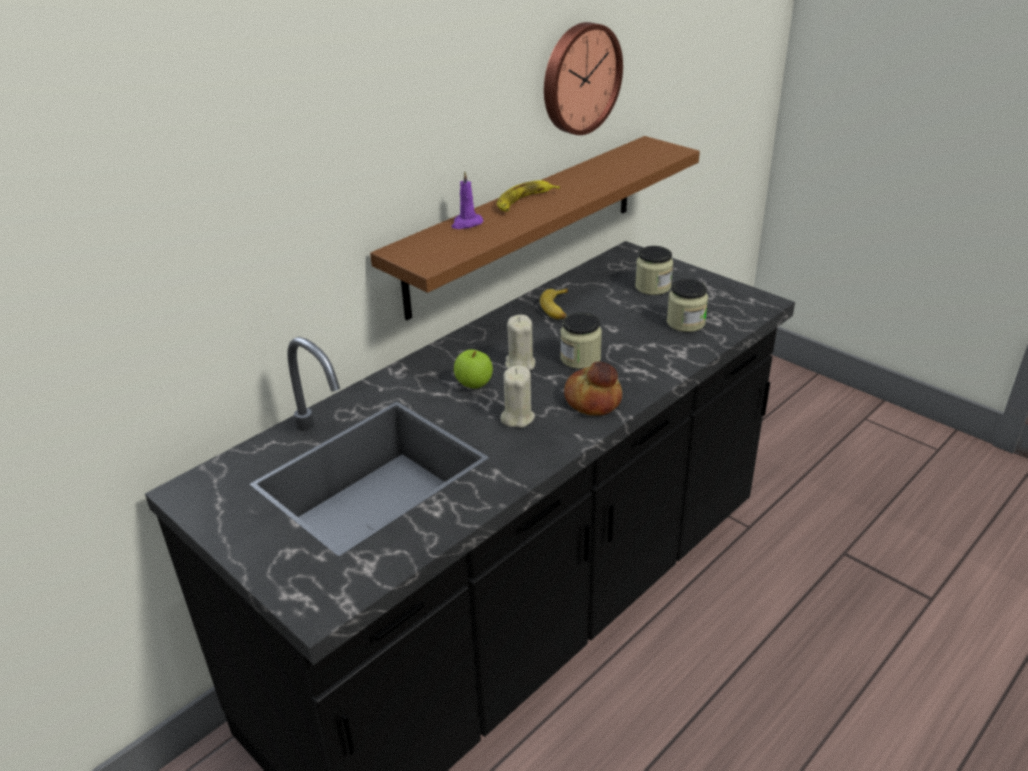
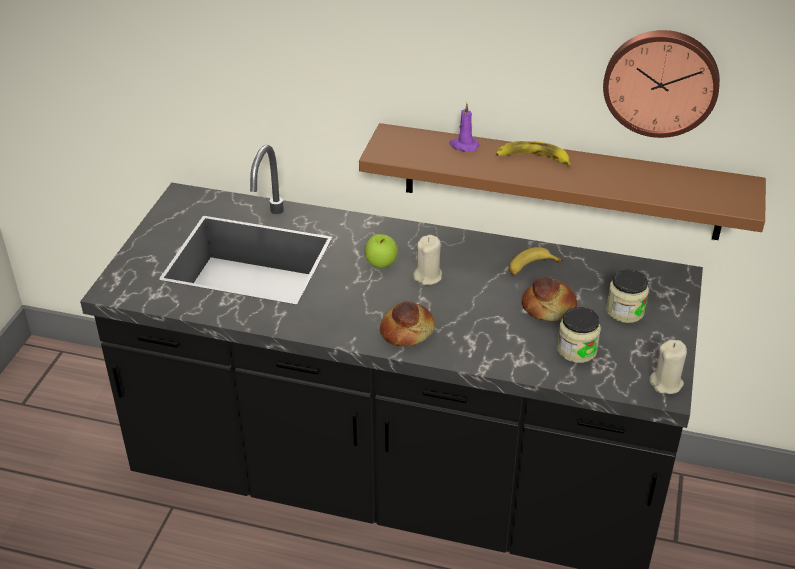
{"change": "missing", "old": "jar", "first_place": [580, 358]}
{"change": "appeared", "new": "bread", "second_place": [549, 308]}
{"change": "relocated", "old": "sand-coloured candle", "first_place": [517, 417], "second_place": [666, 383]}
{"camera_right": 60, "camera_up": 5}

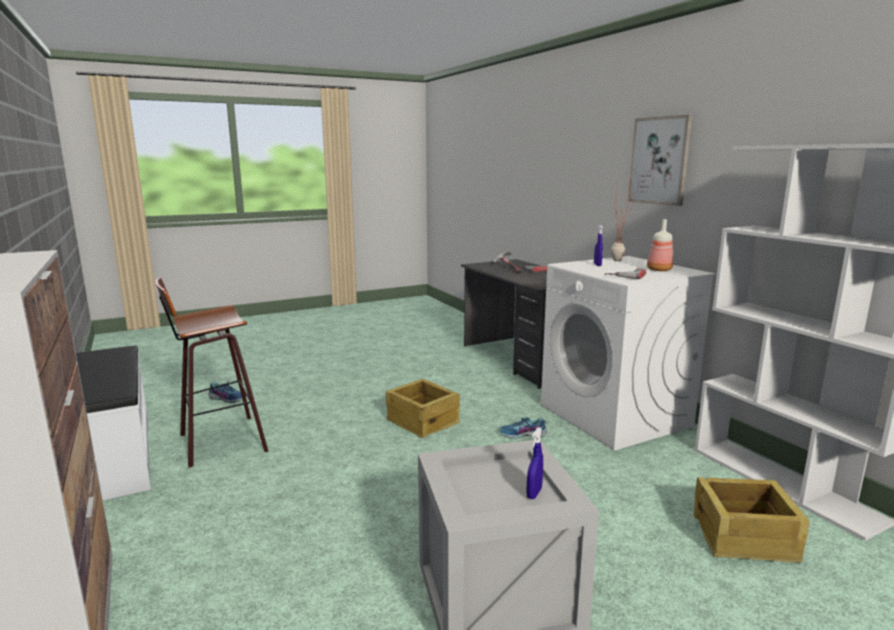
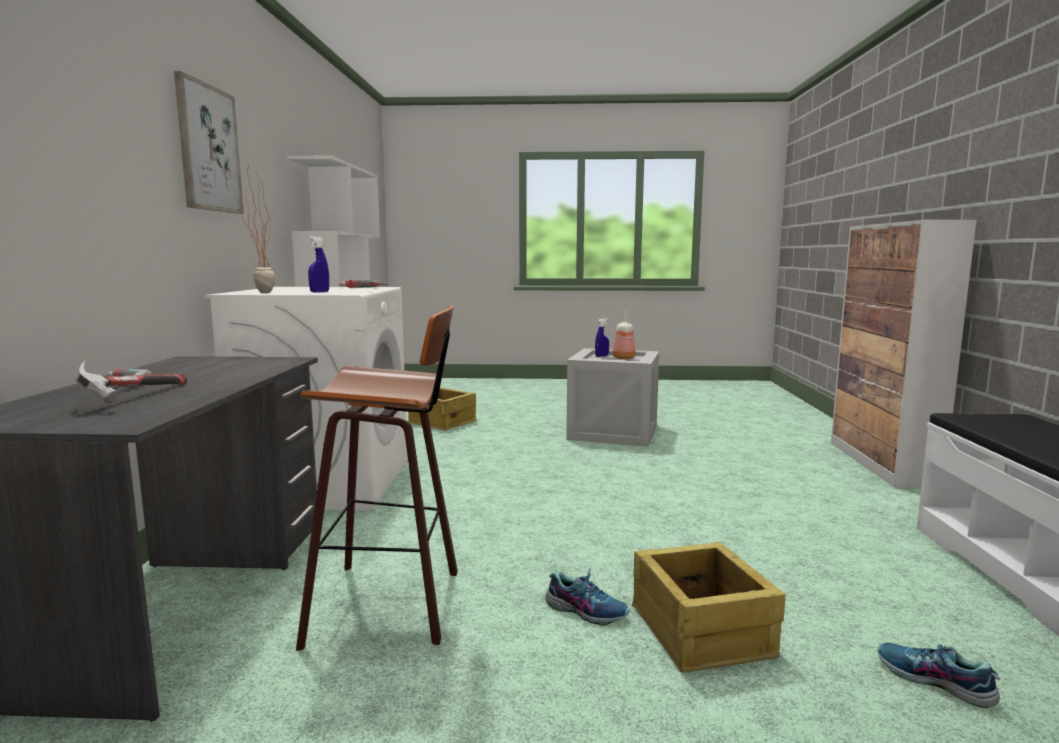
{"change": "relocated", "old": "stool", "first_place": [219, 442], "second_place": [392, 603]}
{"change": "relocated", "old": "crate", "first_place": [423, 421], "second_place": [700, 632]}
{"change": "relocated", "old": "shoe", "first_place": [522, 434], "second_place": [586, 610]}
{"change": "relocated", "old": "drink bottle", "first_place": [658, 270], "second_place": [624, 358]}
{"camera_right": -150, "camera_up": -5}

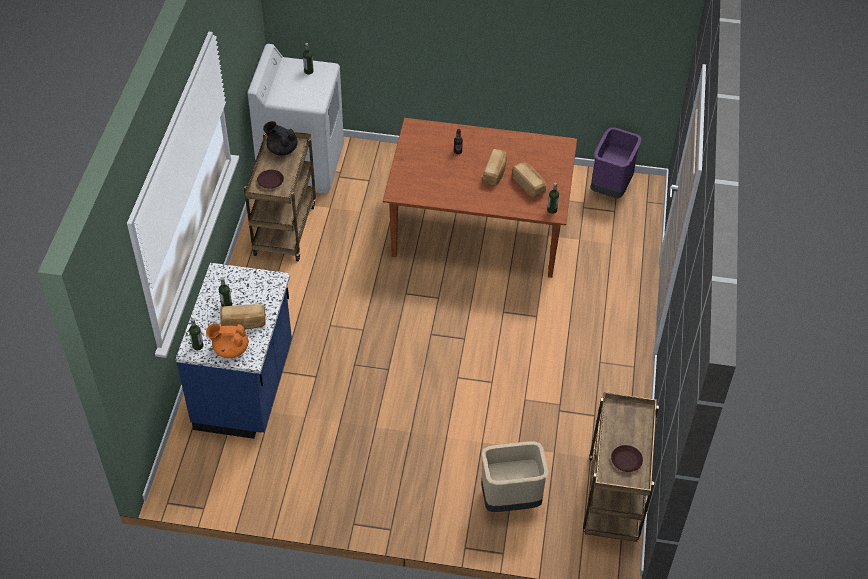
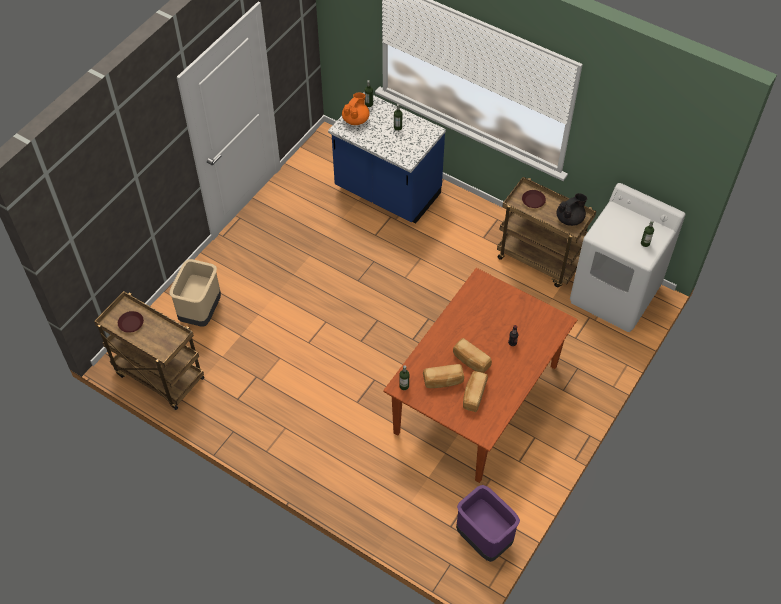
{"change": "relocated", "old": "bread", "first_place": [243, 323], "second_place": [473, 395]}
{"camera_right": 115, "camera_up": 5}

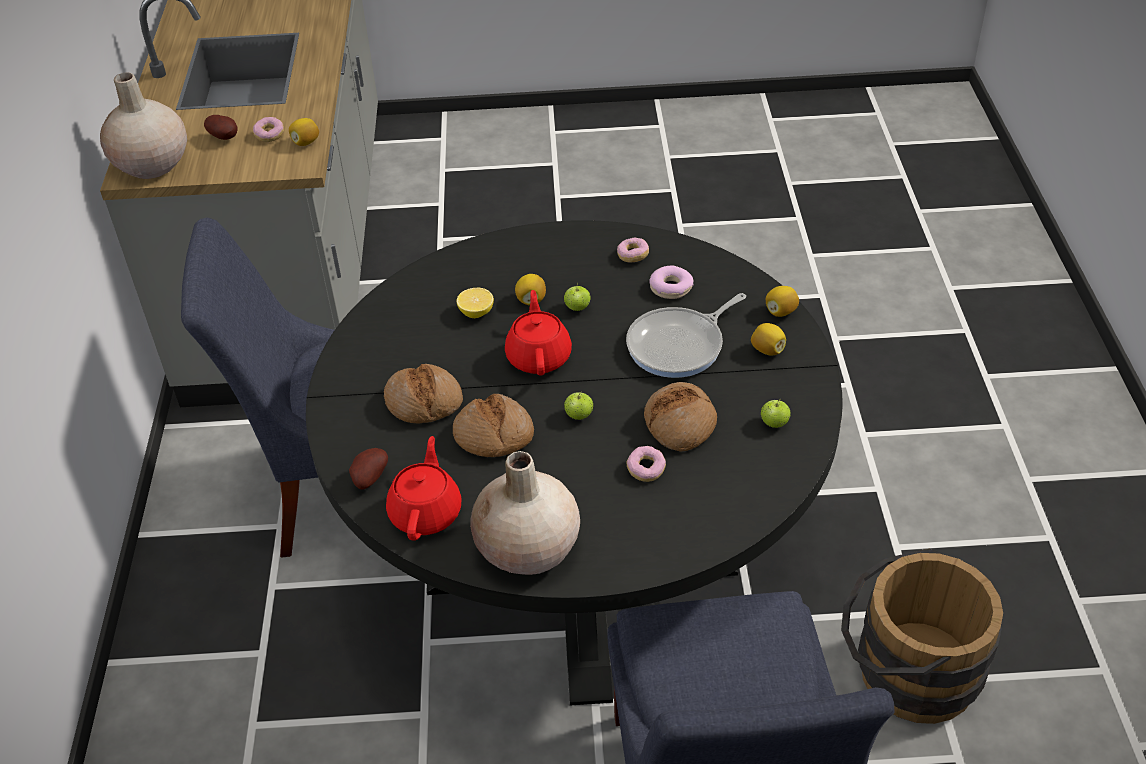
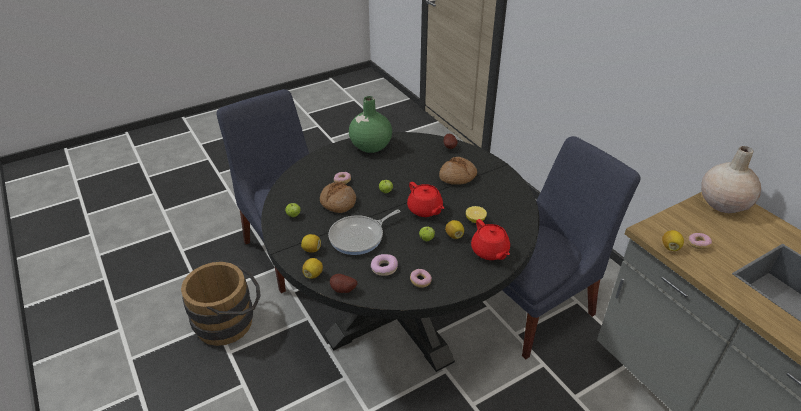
{"change": "missing", "old": "bread", "first_place": [494, 436]}
{"change": "relocated", "old": "potato", "first_place": [225, 137], "second_place": [343, 290]}
{"change": "relocated", "old": "reddish tea pot", "first_place": [426, 512], "second_place": [490, 251]}
{"change": "colour", "old": "sand-coloured vase", "new": "green vase", "first_place": [528, 549], "second_place": [370, 145]}
{"change": "spun", "old": "pan", "first_place": [679, 346], "second_place": [359, 237], "degrees": -150}
{"camera_right": 150, "camera_up": -5}

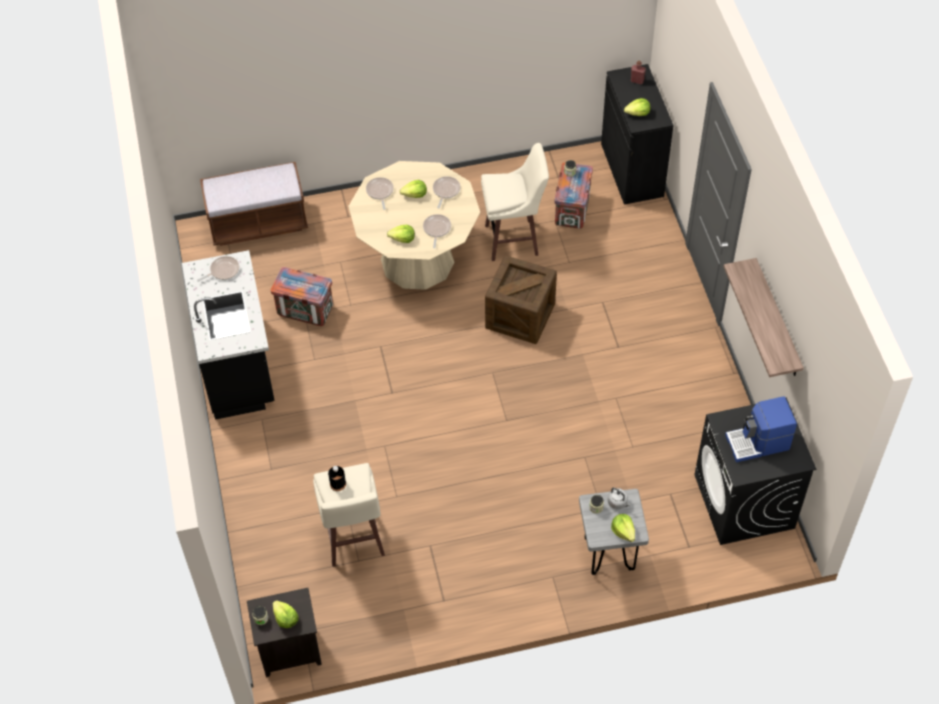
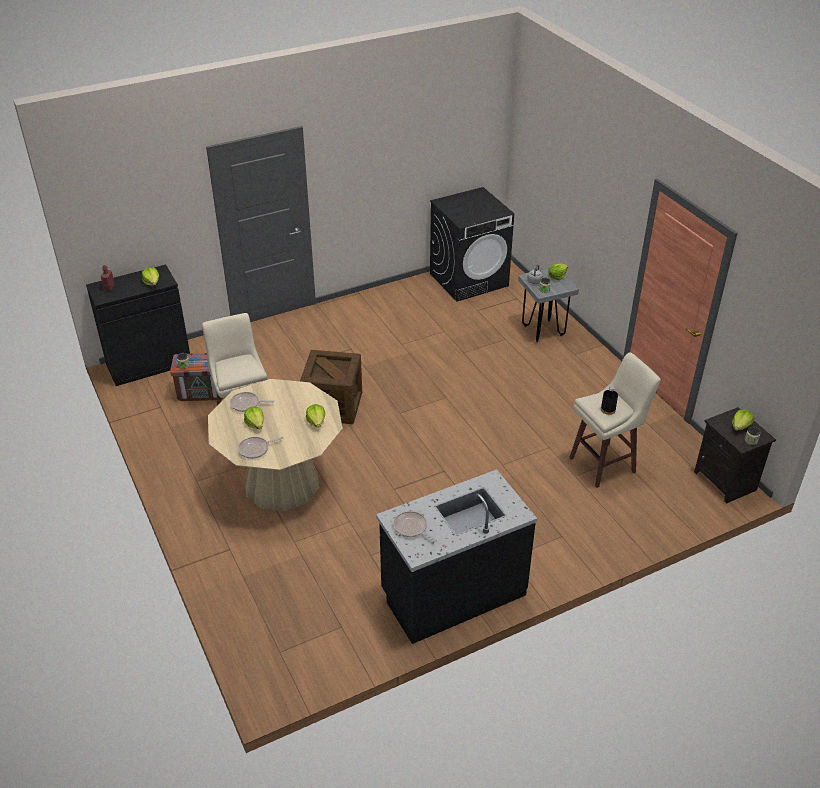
{"change": "missing", "old": "brown long seat", "first_place": [258, 223]}
{"change": "missing", "old": "crate", "first_place": [304, 310]}
{"change": "missing", "old": "pan", "first_place": [436, 229]}
{"change": "missing", "old": "shelf", "first_place": [777, 320]}
{"change": "missing", "old": "coffee brewer", "first_place": [758, 443]}
{"camera_right": -105, "camera_up": -15}

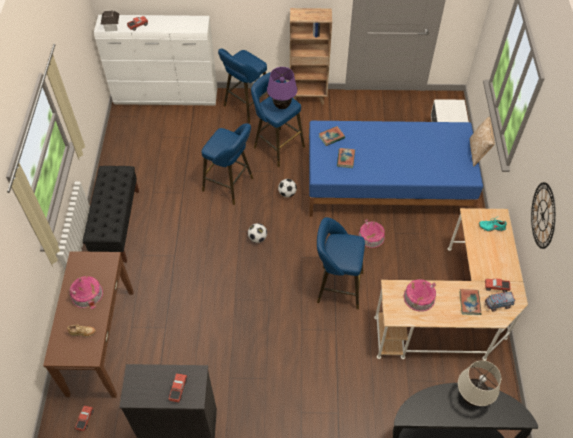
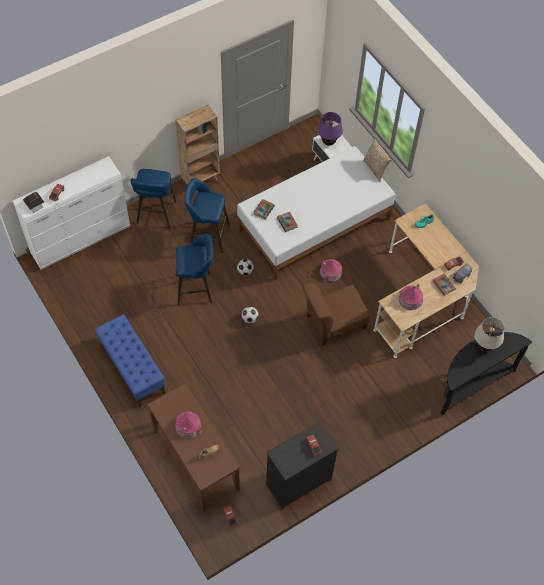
{"change": "missing", "old": "wall clock", "first_place": [543, 215]}
{"change": "relocated", "old": "purple-coloured lamp for a table", "first_place": [282, 106], "second_place": [328, 142]}
{"change": "exchanged", "old": "blue stool", "new": "brown plain chair", "first_place": [336, 287], "second_place": [333, 323]}
{"change": "colour", "old": "blackish long seat", "new": "blue long seat", "first_place": [117, 225], "second_place": [132, 369]}
{"change": "colour", "old": "blue sleeping bed", "new": "whitish sleeping bed", "first_place": [388, 185], "second_place": [315, 225]}
{"camera_right": -35, "camera_up": 5}

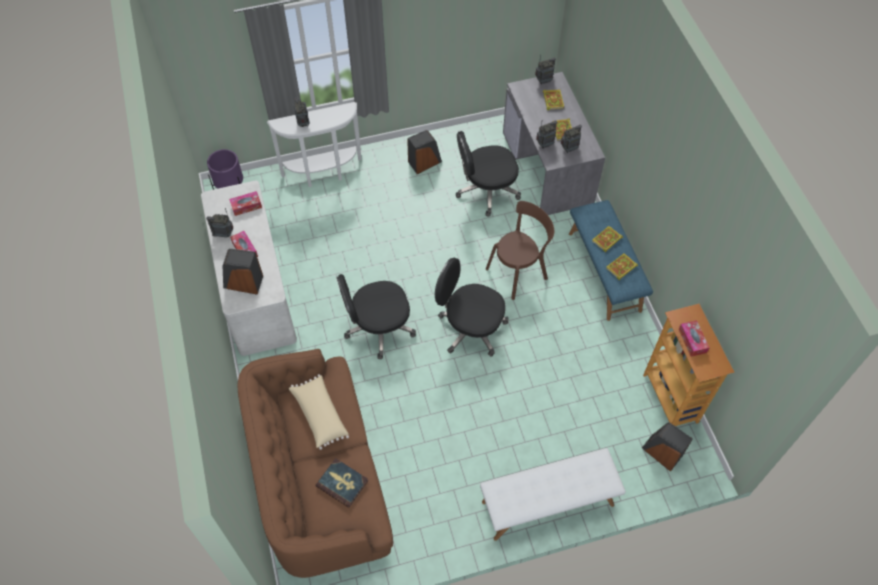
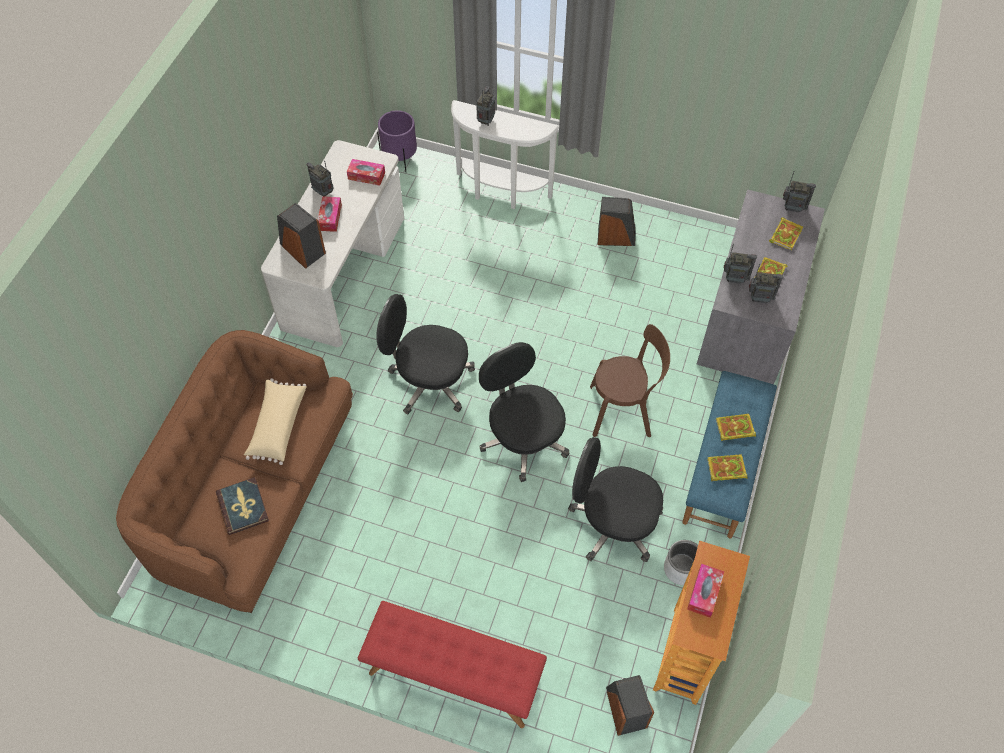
{"change": "appeared", "new": "greyish flower pot", "second_place": [681, 568]}
{"change": "relocated", "old": "blackish office chair", "first_place": [486, 190], "second_place": [613, 523]}
{"change": "colour", "old": "whitish long seat", "new": "reddish long seat", "first_place": [548, 504], "second_place": [453, 676]}
{"camera_right": 35, "camera_up": 0}

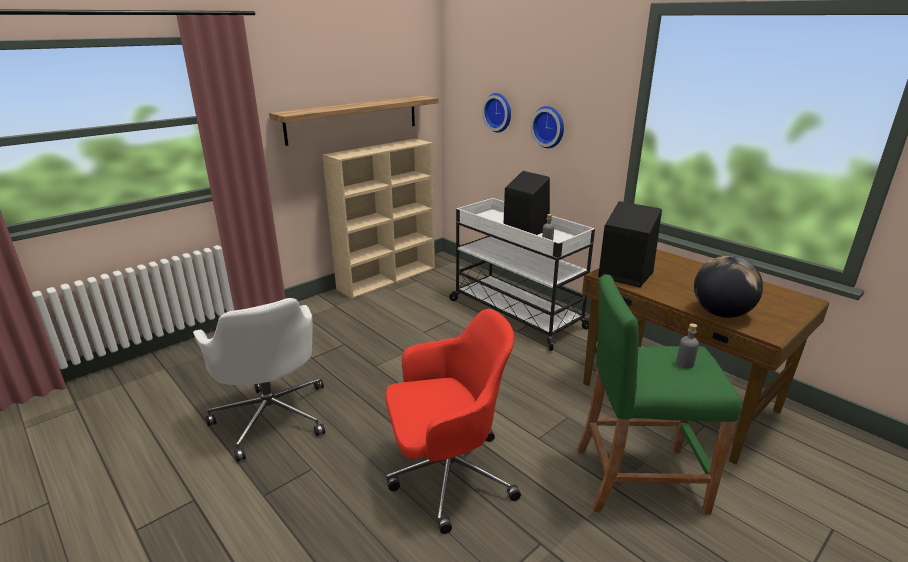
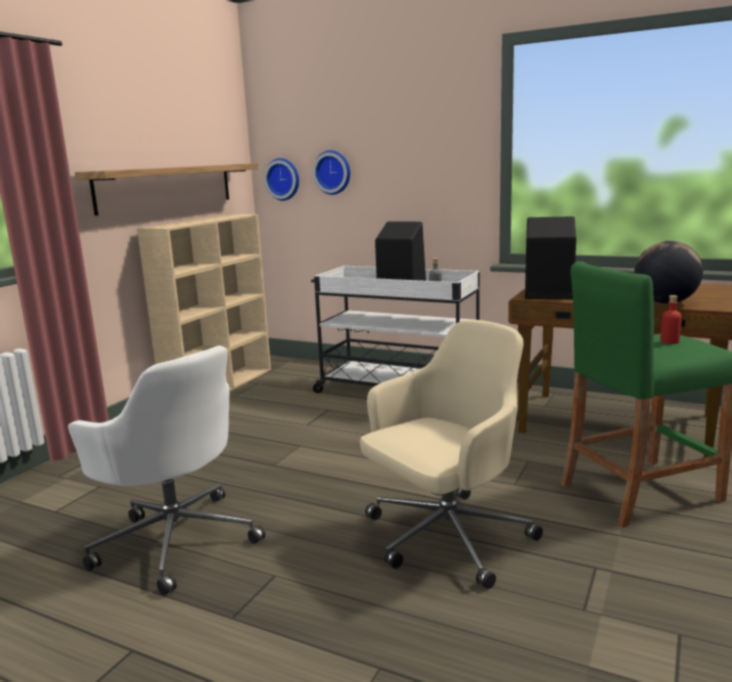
{"change": "relocated", "old": "wall clock", "first_place": [549, 127], "second_place": [283, 179]}
{"change": "colour", "old": "reddish office chair", "new": "sand-coloured office chair", "first_place": [447, 475], "second_place": [445, 538]}
{"change": "colour", "old": "greyish drink bottle", "new": "reddish drink bottle", "first_place": [685, 363], "second_place": [669, 341]}
{"camera_right": -20, "camera_up": -10}

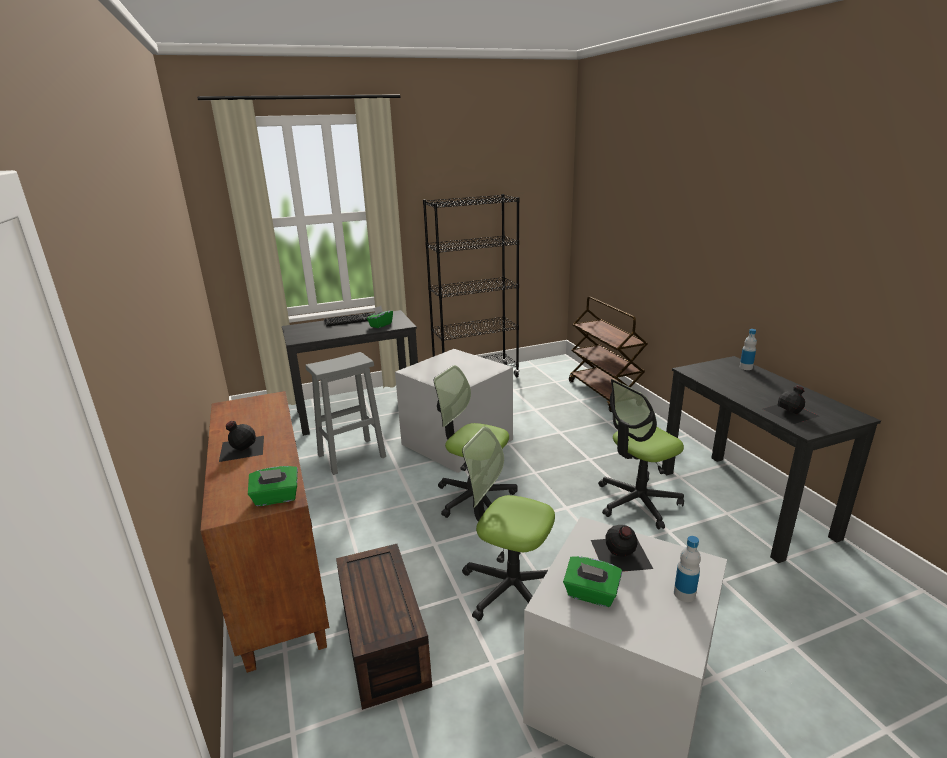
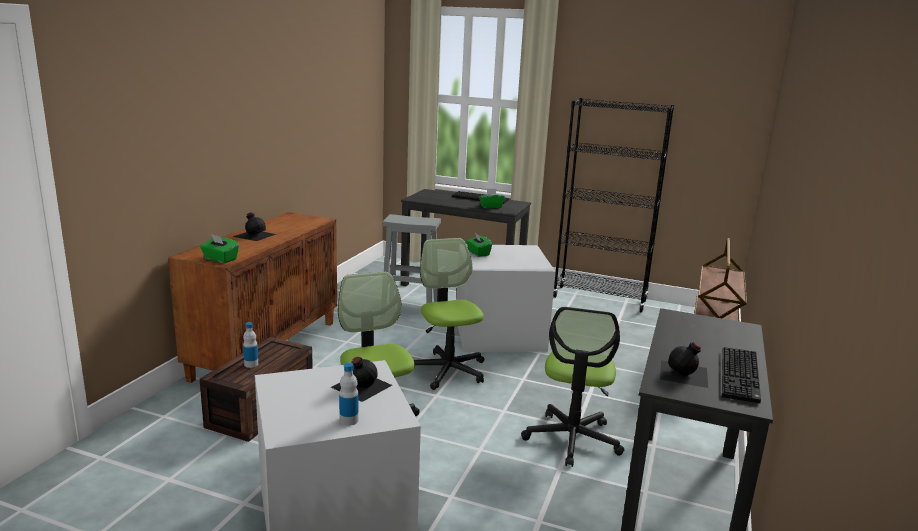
{"change": "appeared", "new": "PC keyboard", "second_place": [741, 376]}
{"change": "relocated", "old": "green tissue holder", "first_place": [591, 594], "second_place": [478, 253]}
{"change": "relocated", "old": "drink bottle", "first_place": [746, 367], "second_place": [251, 364]}
{"change": "spun", "old": "office chair", "first_place": [637, 502], "second_place": [572, 439], "degrees": -90}
{"camera_right": 40, "camera_up": -5}

